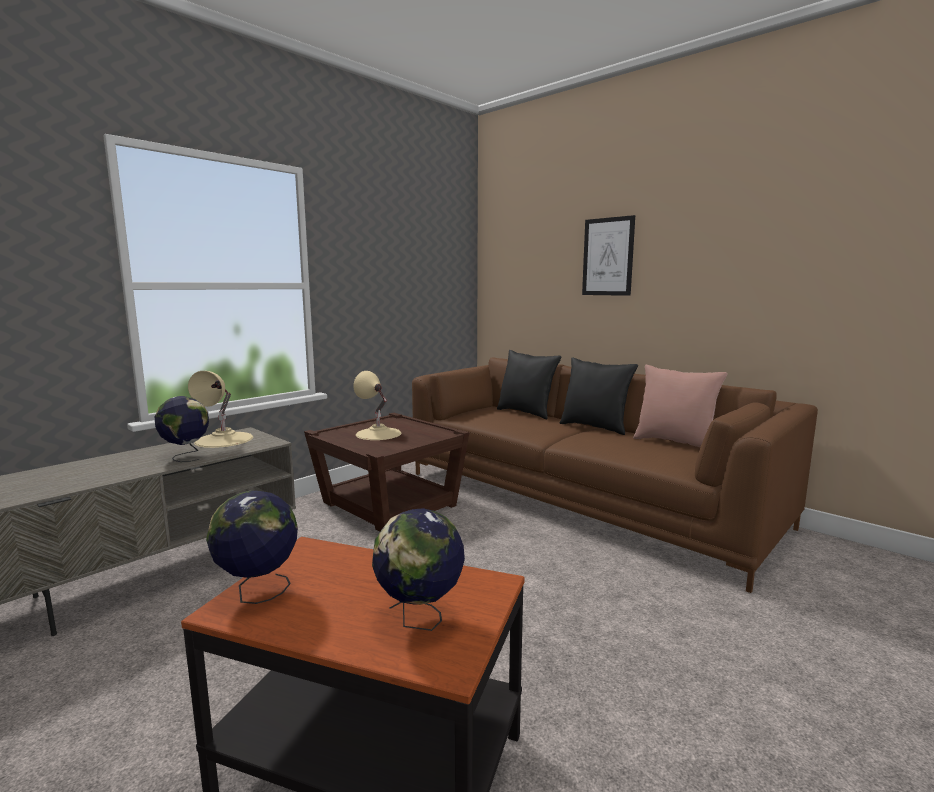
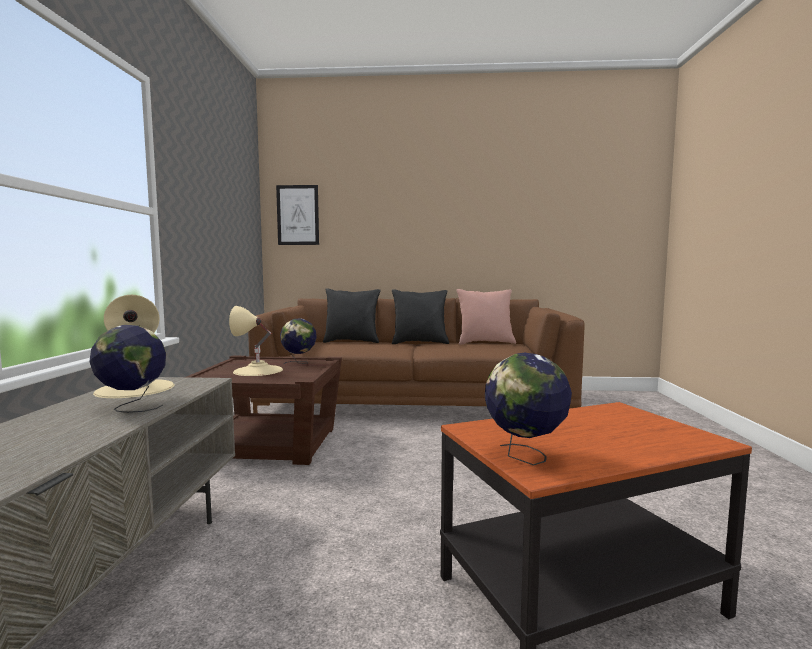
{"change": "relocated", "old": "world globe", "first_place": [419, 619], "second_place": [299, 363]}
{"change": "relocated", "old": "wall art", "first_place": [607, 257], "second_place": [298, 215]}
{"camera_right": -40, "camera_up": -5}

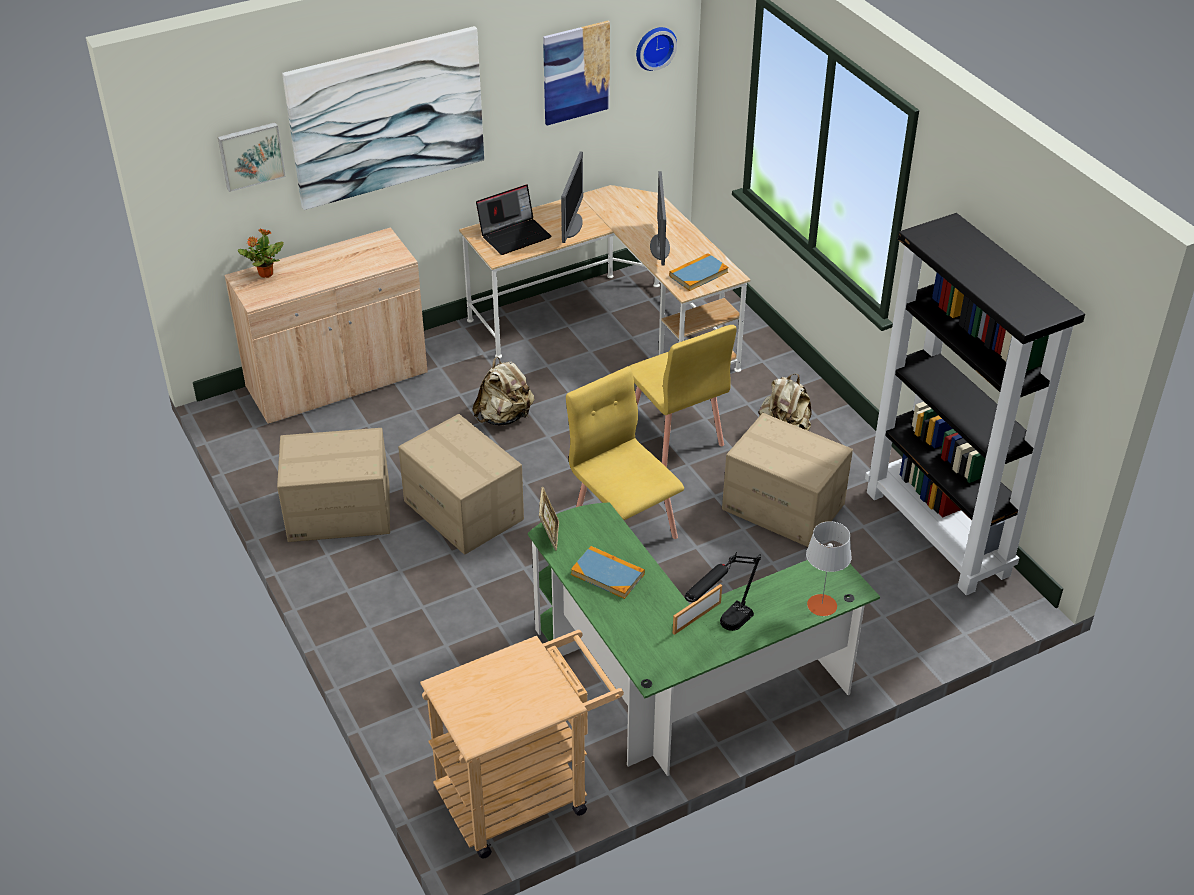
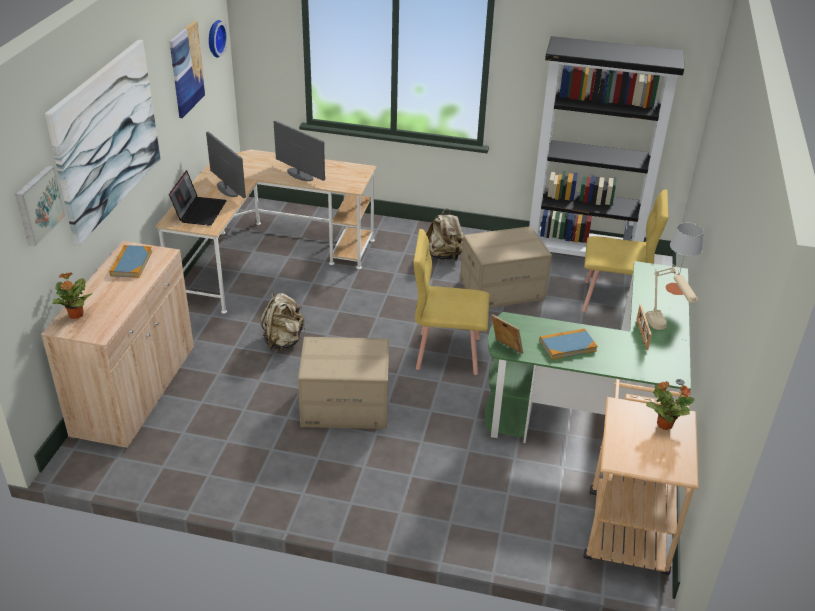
{"change": "missing", "old": "cardboard box", "first_place": [339, 513]}
{"change": "appeared", "new": "plant in a pot", "second_place": [664, 424]}
{"change": "relocated", "old": "yellow-coloured plain chair", "first_place": [674, 436], "second_place": [612, 300]}
{"change": "relocated", "old": "volume", "first_place": [698, 274], "second_place": [131, 263]}
{"change": "colour", "old": "blackish lamp for a table", "new": "sand-coloured lamp for a table", "first_place": [720, 631], "second_place": [662, 332]}
{"camera_right": -50, "camera_up": -5}

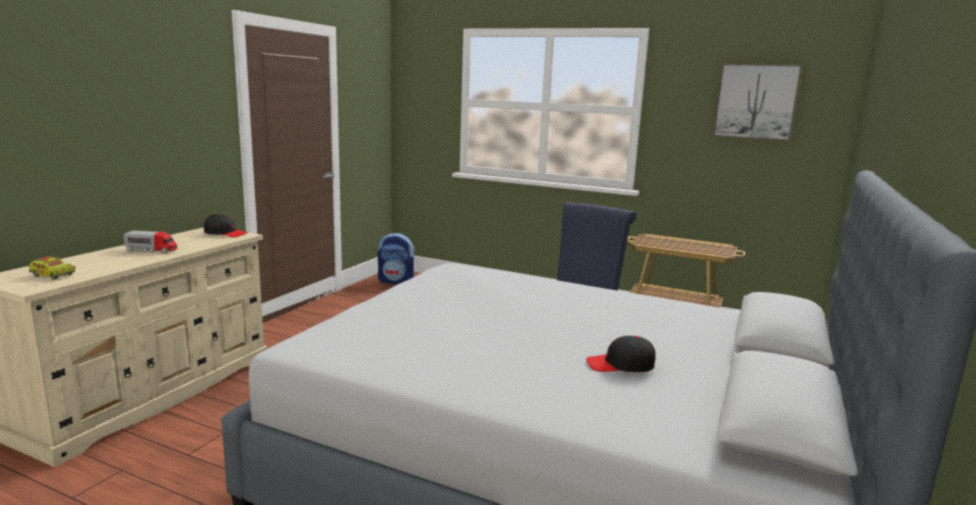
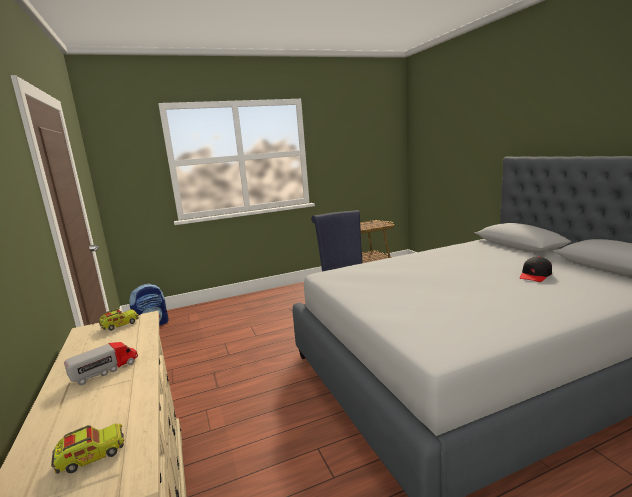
{"change": "missing", "old": "wall art", "first_place": [756, 101]}
{"change": "exchanged", "old": "blackish cap", "new": "toy lorry", "first_place": [225, 233], "second_place": [120, 324]}
{"camera_right": -45, "camera_up": 0}

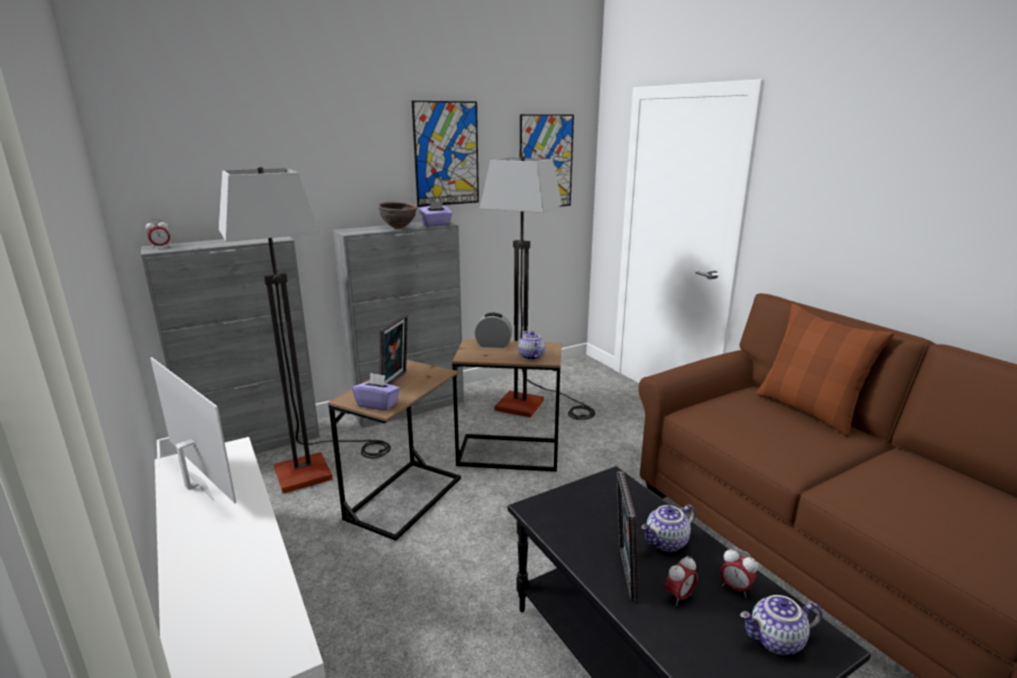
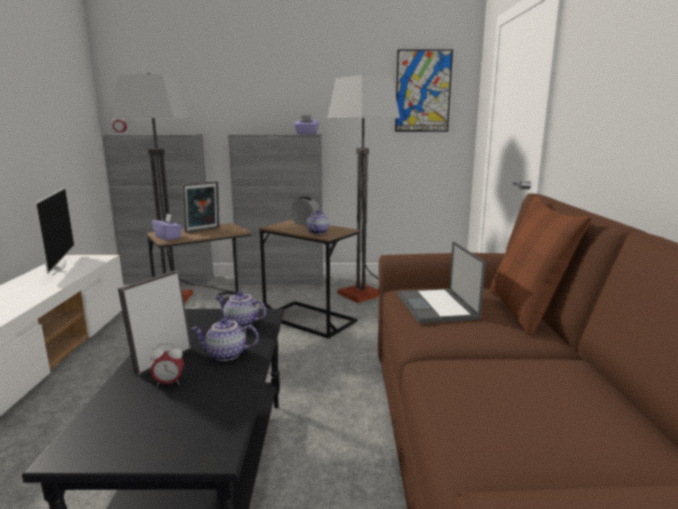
{"change": "missing", "old": "brown deep dish", "first_place": [398, 227]}
{"change": "missing", "old": "wall art", "first_place": [446, 154]}
{"change": "missing", "old": "bedside clock", "first_place": [735, 588]}
{"change": "appeared", "new": "notebook computer", "second_place": [437, 306]}
{"change": "relocated", "old": "tea pot", "first_place": [776, 641], "second_place": [241, 323]}
{"camera_right": 30, "camera_up": -5}

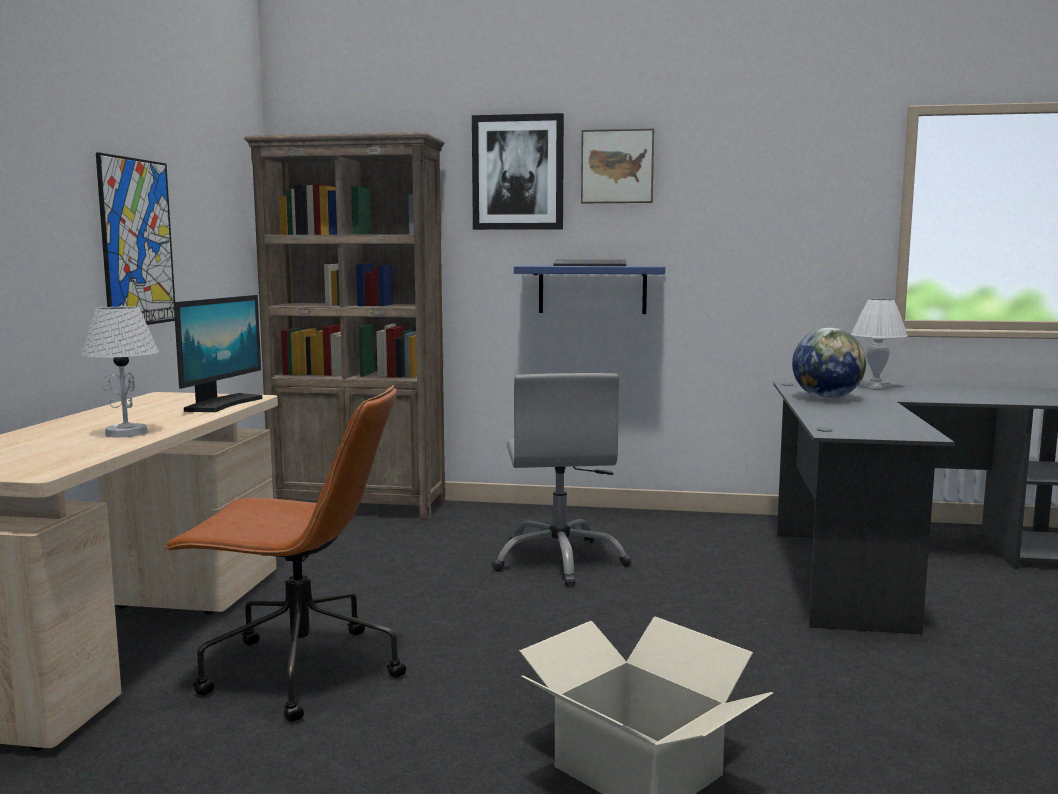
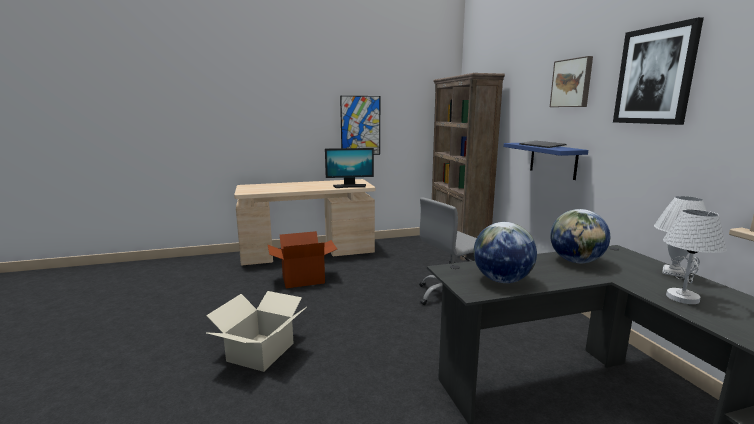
{"change": "appeared", "new": "world globe", "second_place": [501, 280]}
{"change": "relocated", "old": "whitish lamp for a table", "first_place": [126, 433], "second_place": [682, 298]}
{"change": "relocated", "old": "wall art", "first_place": [518, 172], "second_place": [655, 76]}
{"change": "exchanged", "old": "brown office chair", "new": "cardboard box", "first_place": [298, 672], "second_place": [303, 279]}
{"camera_right": 65, "camera_up": 5}

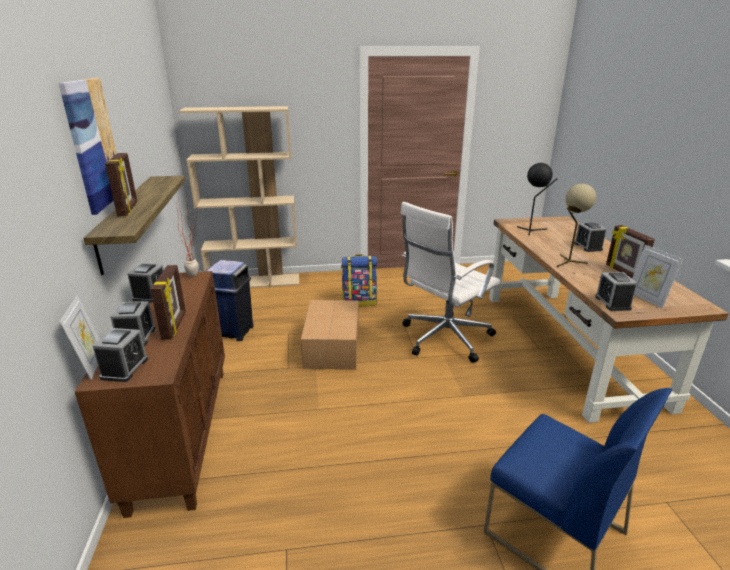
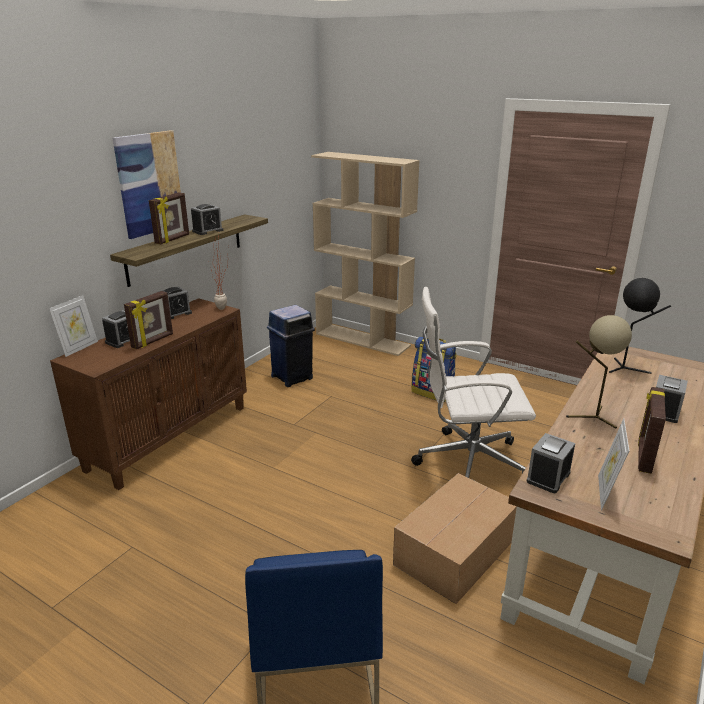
{"change": "relocated", "old": "bedside clock", "first_place": [124, 368], "second_place": [207, 231]}
{"change": "relocated", "old": "cardboard box", "first_place": [333, 345], "second_place": [457, 550]}
{"camera_right": 40, "camera_up": 0}

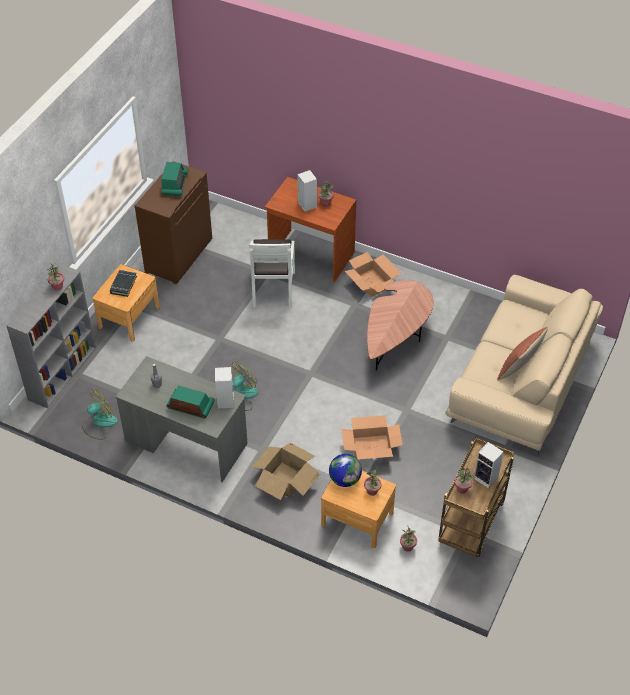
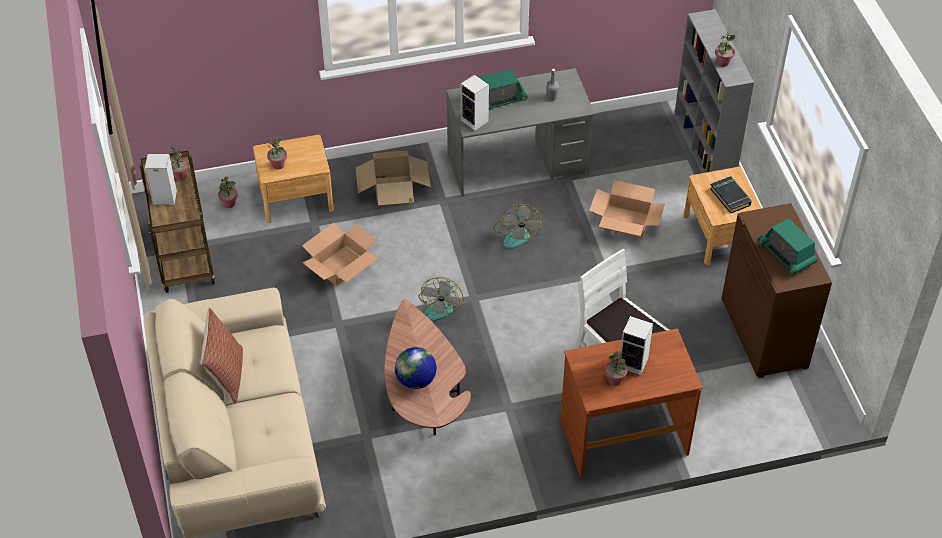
{"change": "relocated", "old": "cooling fan", "first_place": [99, 423], "second_place": [440, 306]}
{"change": "relocated", "old": "world globe", "first_place": [345, 479], "second_place": [416, 380]}
{"change": "relocated", "old": "cardboard box", "first_place": [372, 282], "second_place": [625, 221]}
{"camera_right": 140, "camera_up": 0}

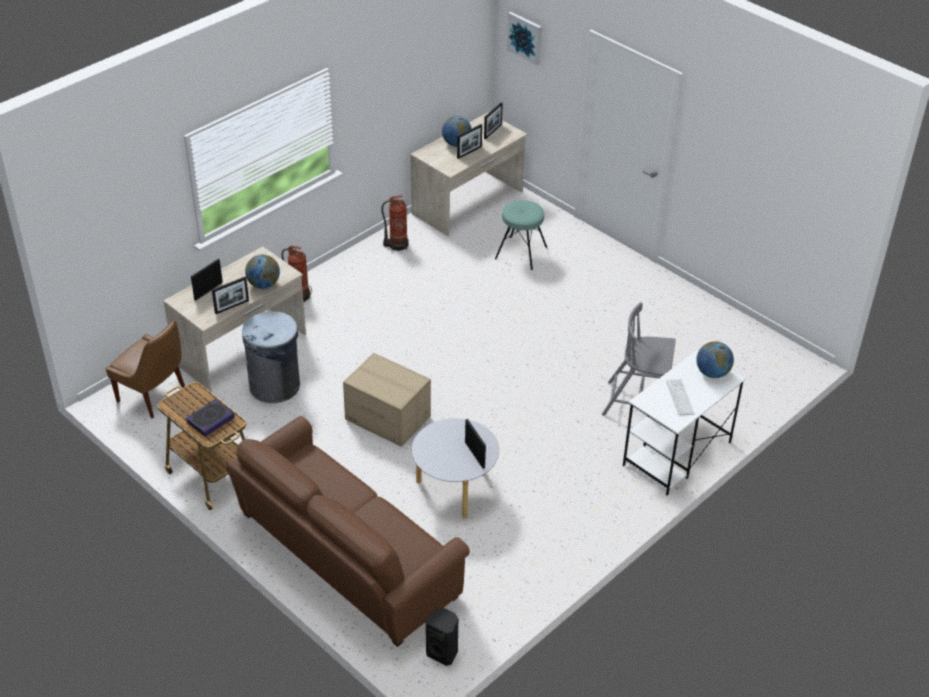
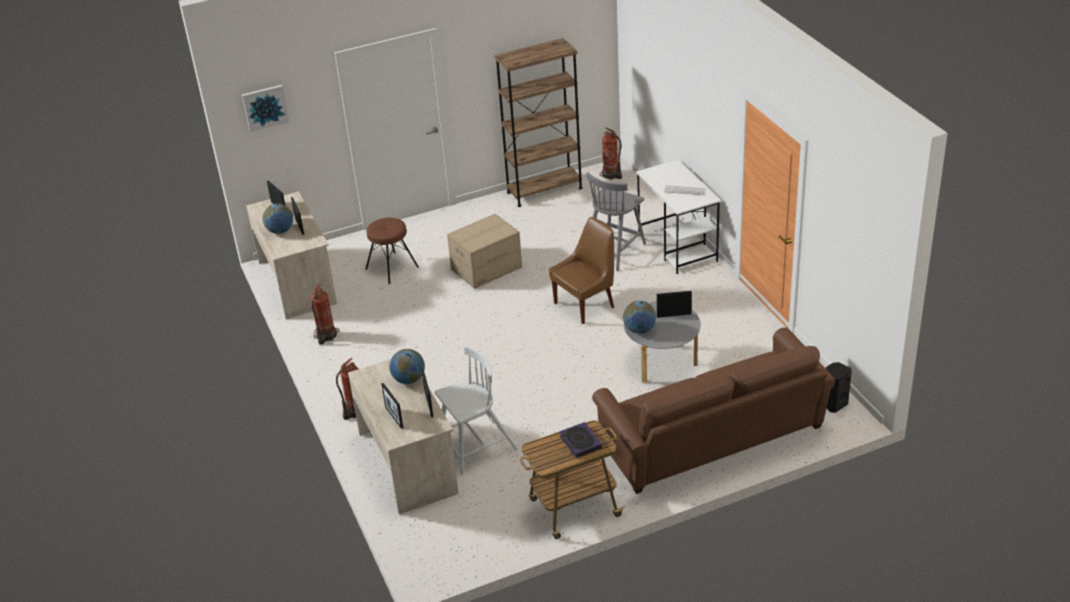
{"change": "appeared", "new": "brown shelving unit", "second_place": [544, 190]}
{"change": "appeared", "new": "extinguisher", "second_place": [611, 175]}
{"change": "relocated", "old": "brown plain chair", "first_place": [153, 396], "second_place": [586, 304]}
{"change": "relocated", "old": "cardboard box", "first_place": [388, 417], "second_place": [486, 268]}
{"change": "relocated", "old": "world globe", "first_place": [712, 373], "second_place": [639, 330]}
{"change": "exchanged", "old": "greyish rubbish bin", "new": "whitish plain chair", "first_place": [275, 386], "second_place": [476, 448]}
{"change": "colour", "old": "blue-green stool", "new": "brown stool", "first_place": [521, 253], "second_place": [392, 268]}
{"camera_right": -65, "camera_up": -5}

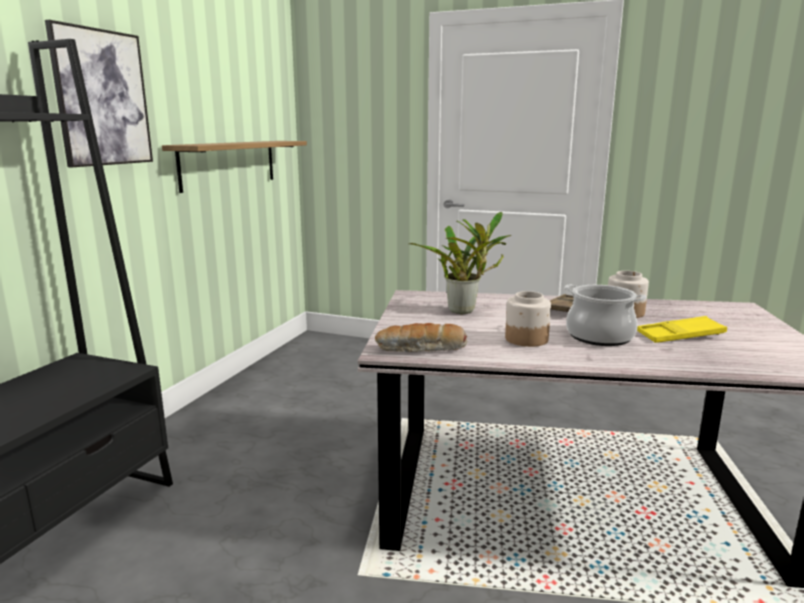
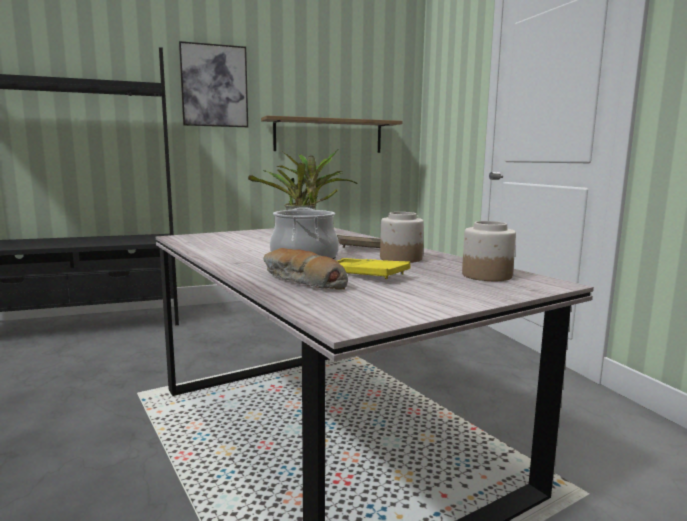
{"change": "relocated", "old": "bread", "first_place": [421, 349], "second_place": [301, 281]}
{"change": "relocated", "old": "jar", "first_place": [526, 339], "second_place": [486, 275]}
{"camera_right": 50, "camera_up": -5}

